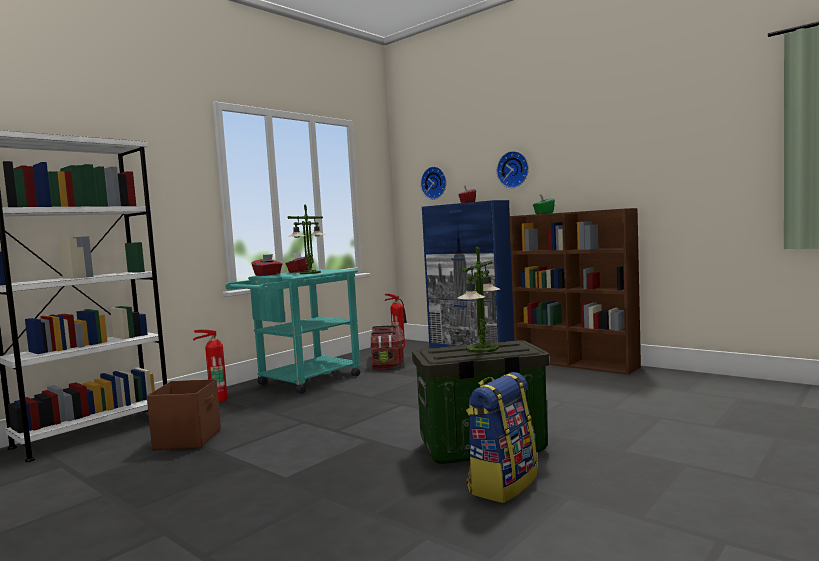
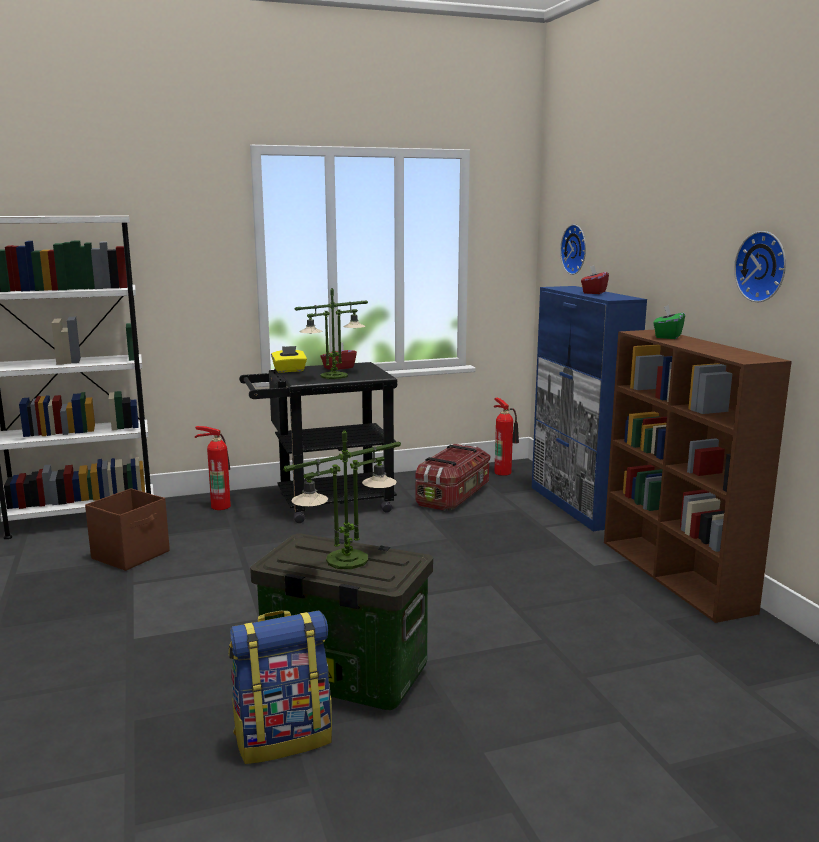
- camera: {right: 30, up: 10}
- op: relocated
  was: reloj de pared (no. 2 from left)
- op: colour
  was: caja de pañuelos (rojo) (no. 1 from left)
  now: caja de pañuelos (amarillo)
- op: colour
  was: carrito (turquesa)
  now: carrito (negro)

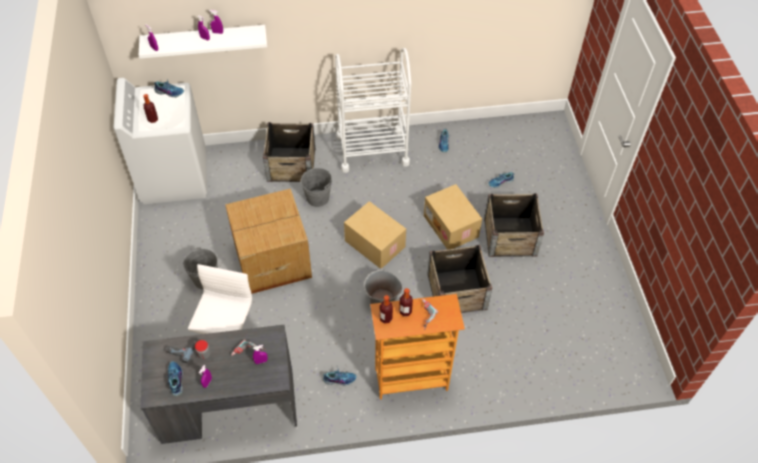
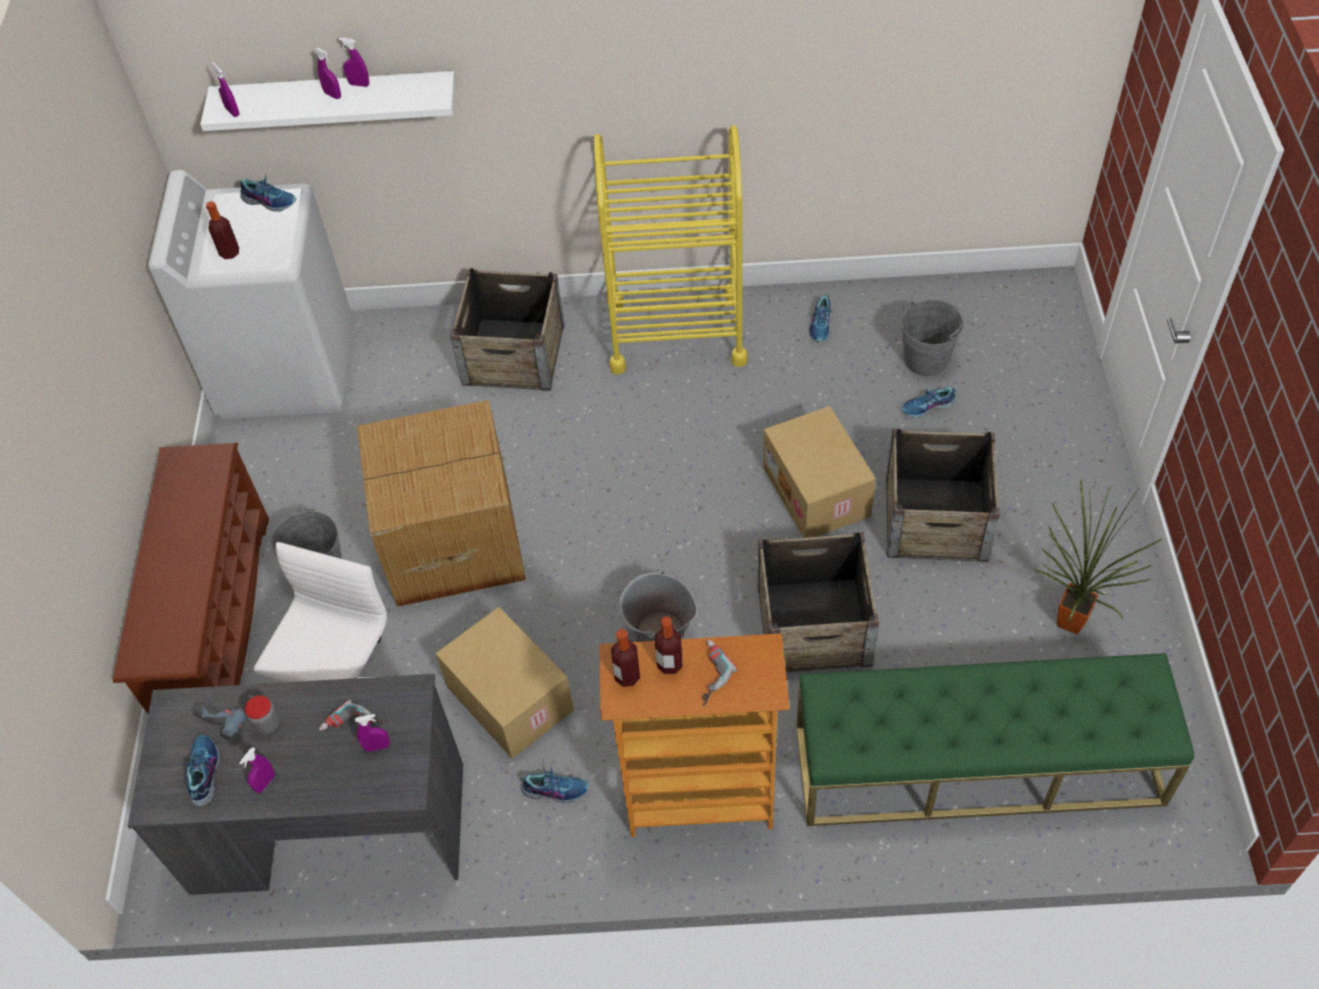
- camera: {right: 10, up: 0}
- op: colour
  was: carrito (blanco)
  now: carrito (amarillo)
- op: relocated
  was: cubo (gris) (no. 2 from left in the first image)
  now: cubo (gris) (no. 3 from left)
- op: relocated
  was: caja de cartón (no. 2 from left)
- op: appeared
  now: zapatero (marrón)
- op: appeared
  now: planta en maceta
- op: appeared
  now: banco (verde)

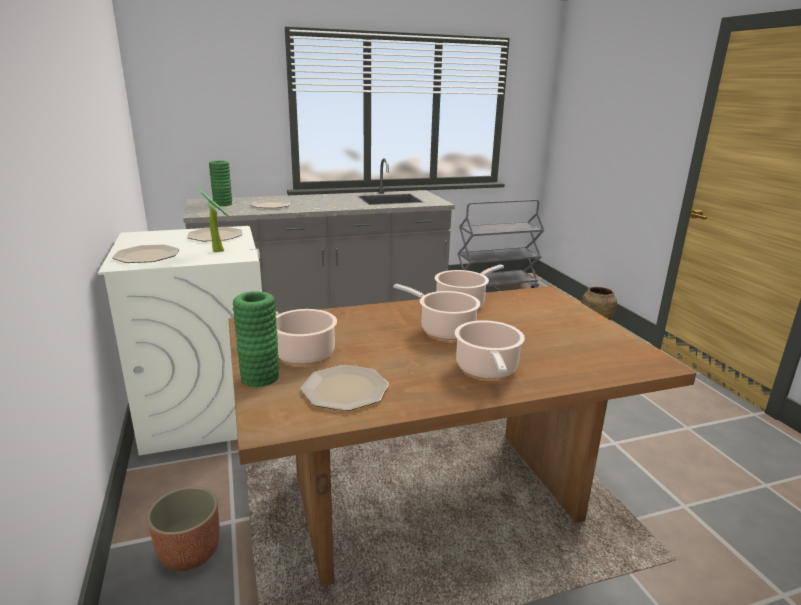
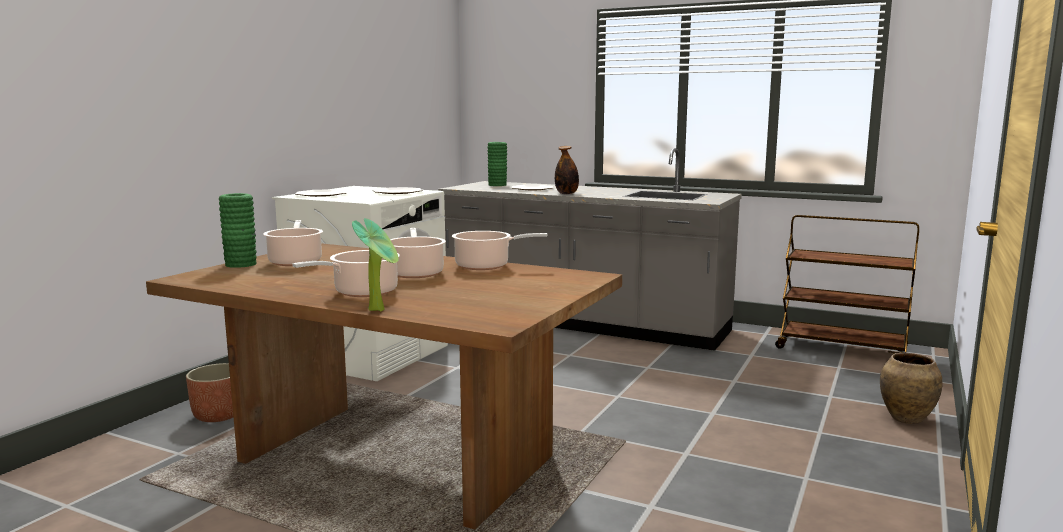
- camera: {right: 45, up: -10}
- op: relocated
  was: planta en maceta
- op: colour
  was: carrito (gris)
  now: carrito (marrón)
- op: missing
  was: plato (no. 4 from left)
- op: appeared
  now: botella

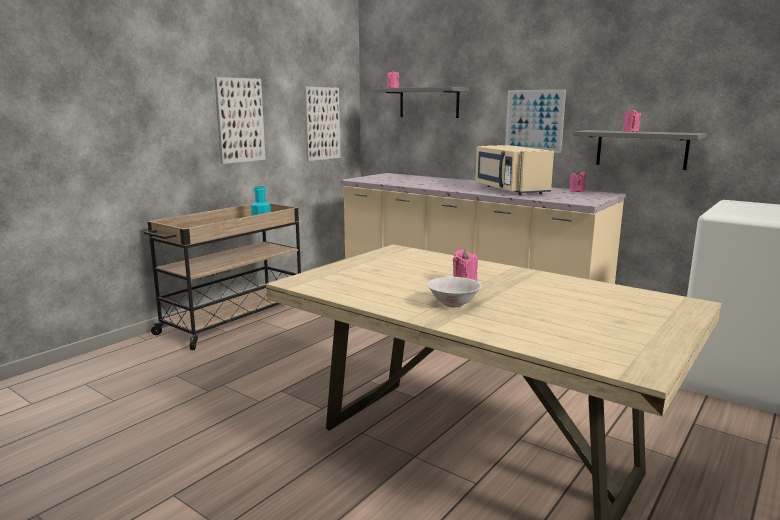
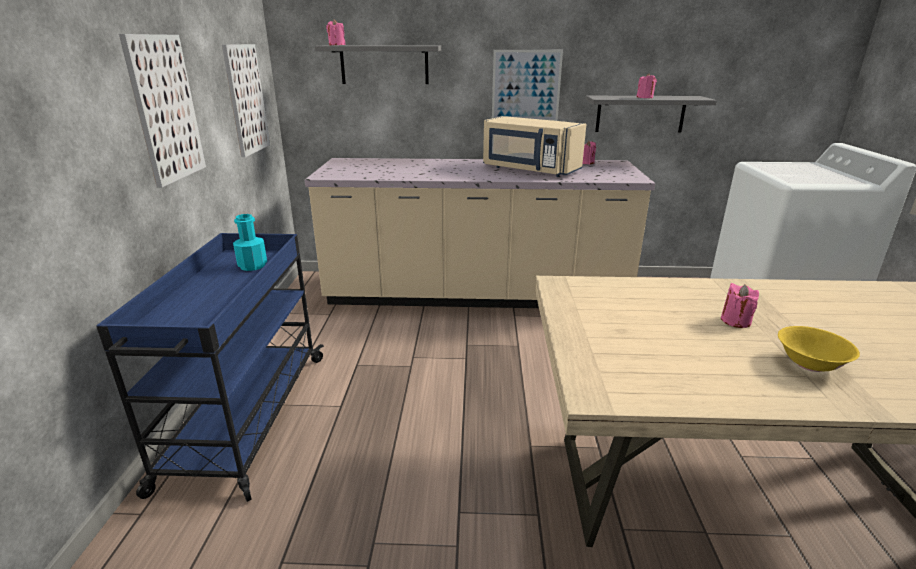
- camera: {right: -35, up: 10}
- op: colour
  was: carrito (beis)
  now: carrito (azul)
- op: colour
  was: cuenco (blanco)
  now: cuenco (amarillo)

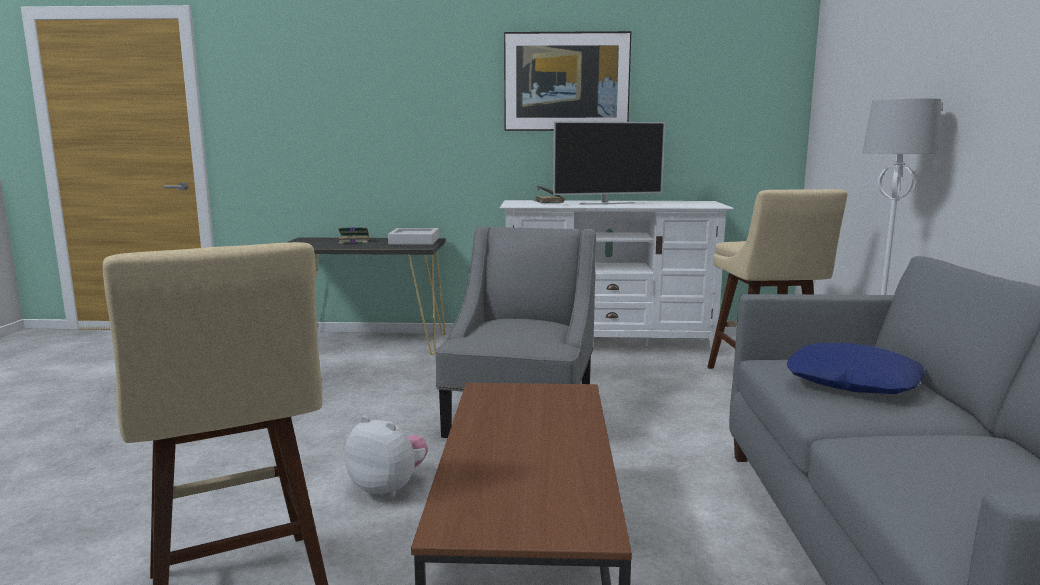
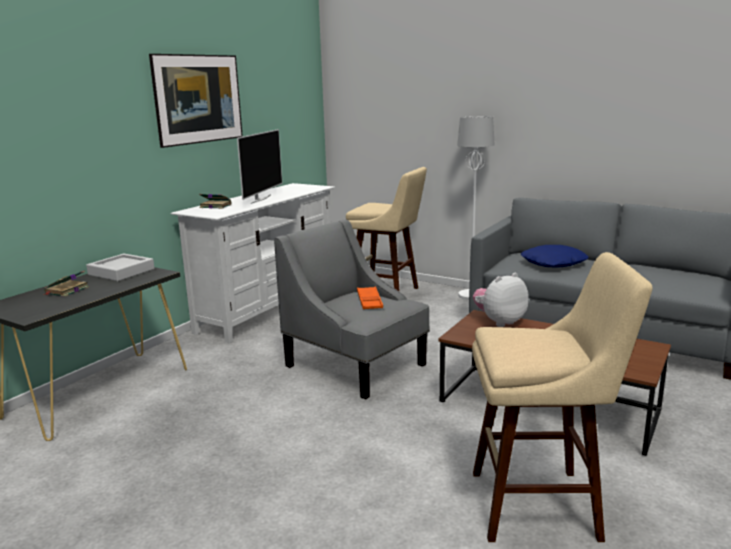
- camera: {right: -60, up: 5}
- op: relocated
  was: peluche
- op: appeared
  now: bandeja (naranja)

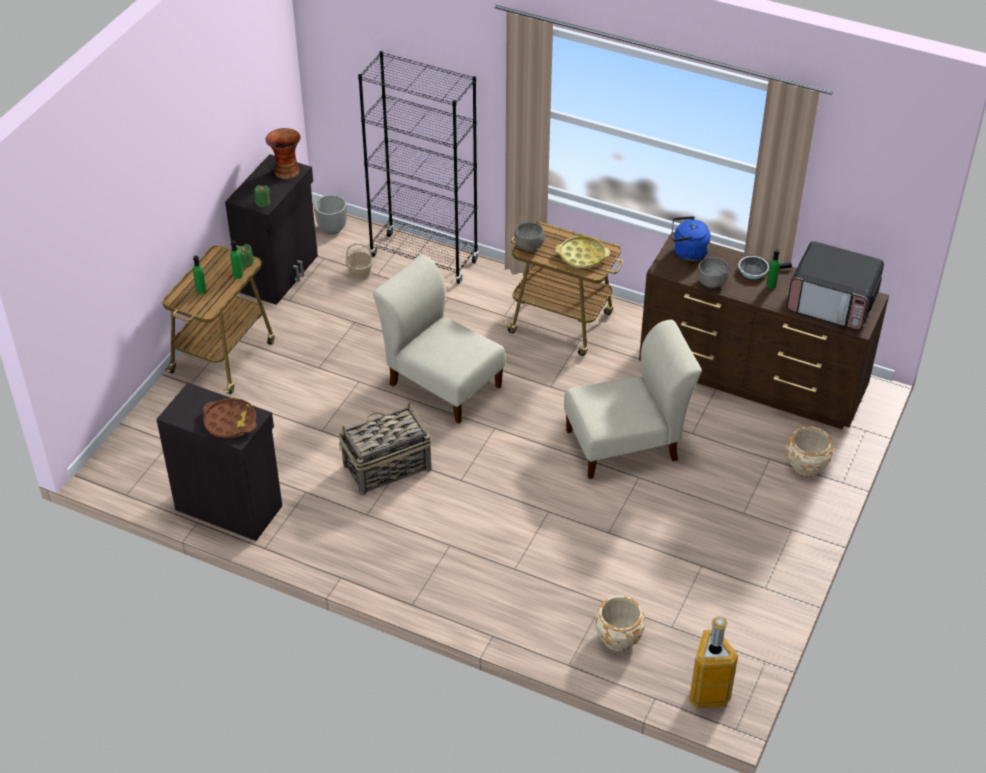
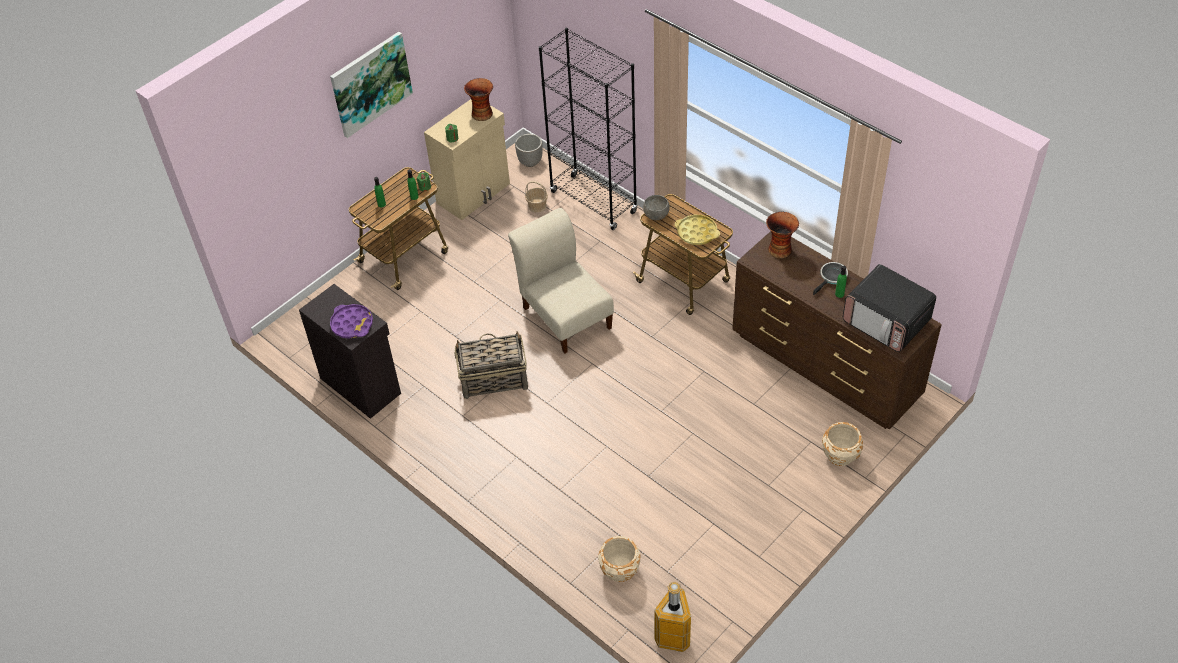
- camera: {right: 20, up: 5}
- op: colour
  was: armario (negro) (no. 2 from left)
  now: armario (beis)
- op: exchanged
  was: hervidor (azul)
  now: florero (no. 2 from left)
- op: spun
  was: sartén
  clockwise: 120
- op: missing
  was: cuenco (gris) (no. 2 from left)
- op: missing
  was: silla (beis) (no. 2 from left)
- op: colour
  was: bandeja (marrón)
  now: bandeja (morado)
- op: appeared
  now: cuadro

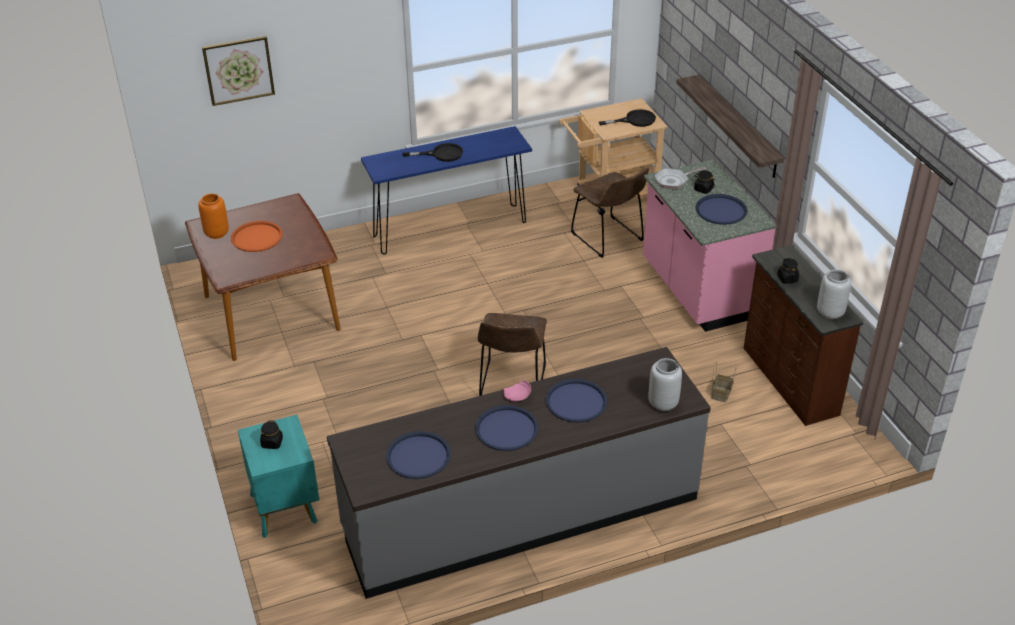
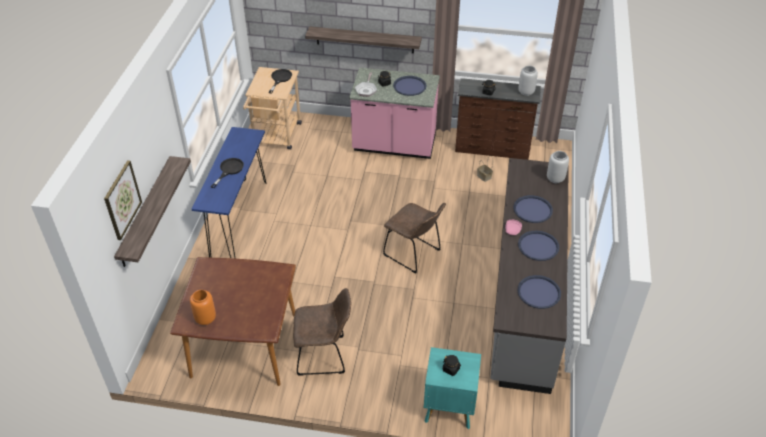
- camera: {right: -60, up: 5}
- op: relocated
  was: silla (marrón) (no. 2 from left in the first image)
  now: silla (marrón) (no. 1 from left)
- op: missing
  was: bandeja (naranja)
- op: appeared
  now: estante (no. 1 from left)

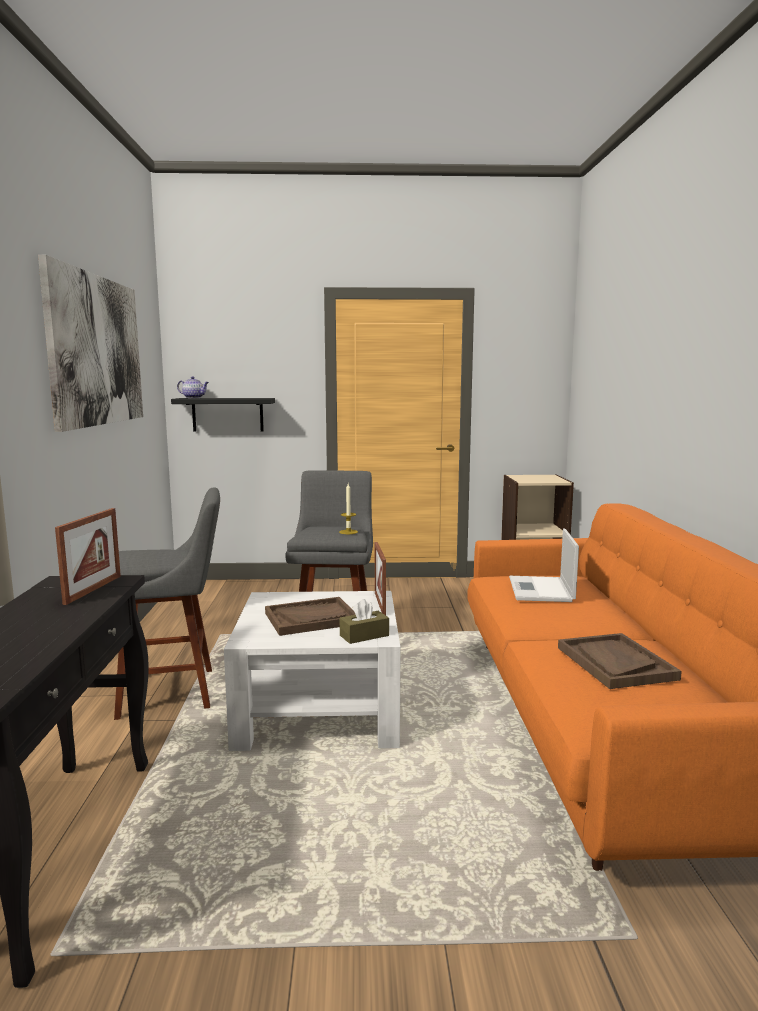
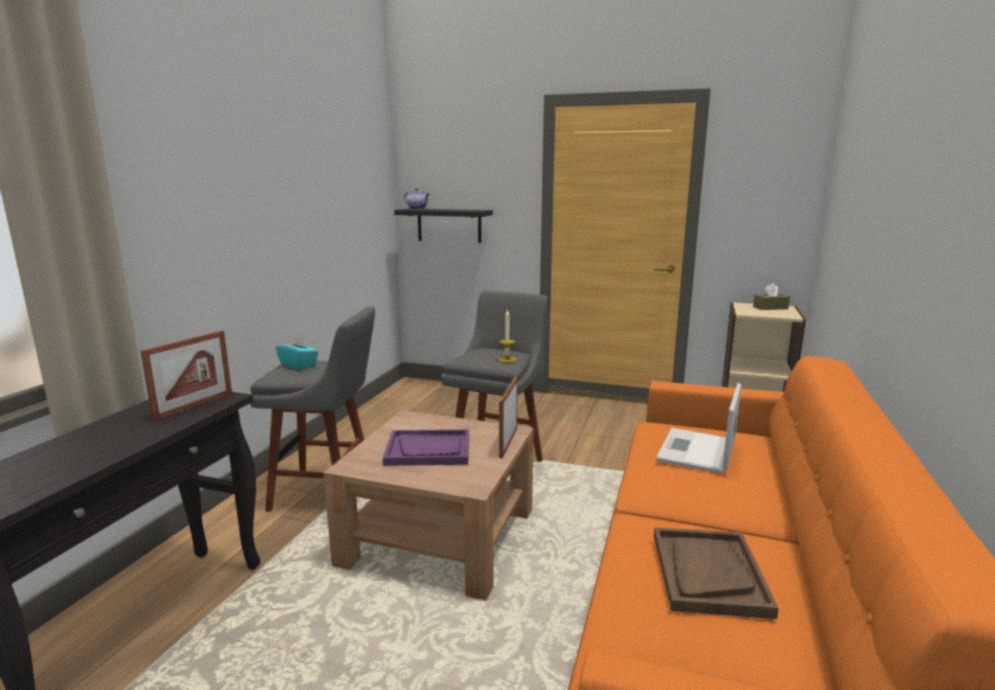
- camera: {right: 20, up: 5}
- op: missing
  was: cuadro
- op: colour
  was: mesa de centro (blanco)
  now: mesa de centro (marrón)
- op: colour
  was: bandeja (marrón) (no. 1 from left)
  now: bandeja (morado)
- op: relocated
  was: caja de pañuelos (marrón)
- op: appeared
  now: caja de pañuelos (turquesa)

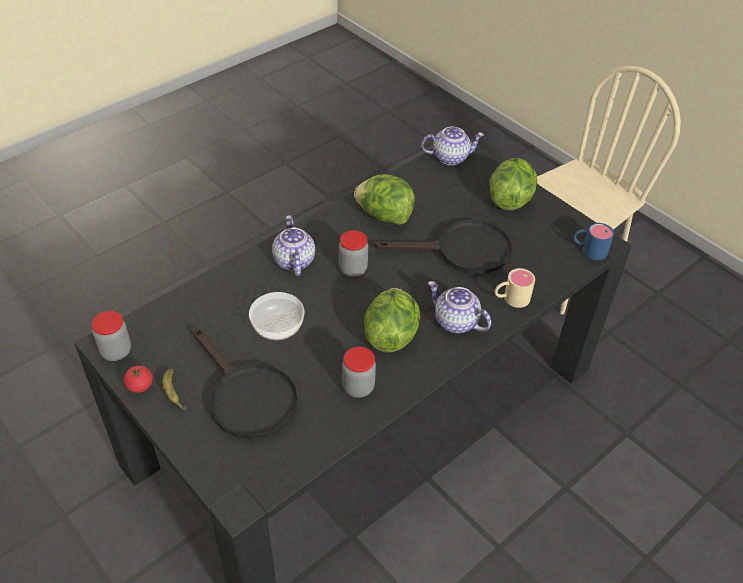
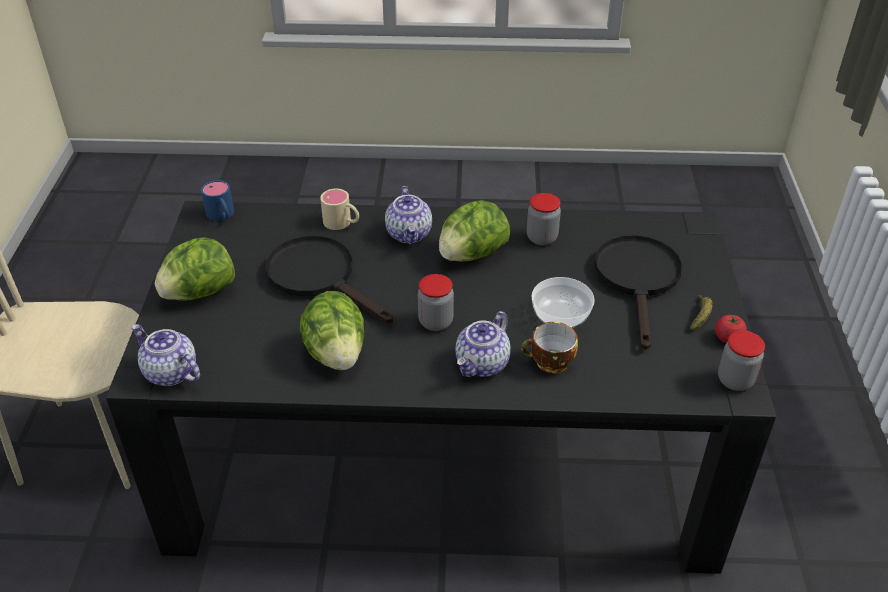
- camera: {right: -135, up: -5}
- op: appeared
  now: taza

